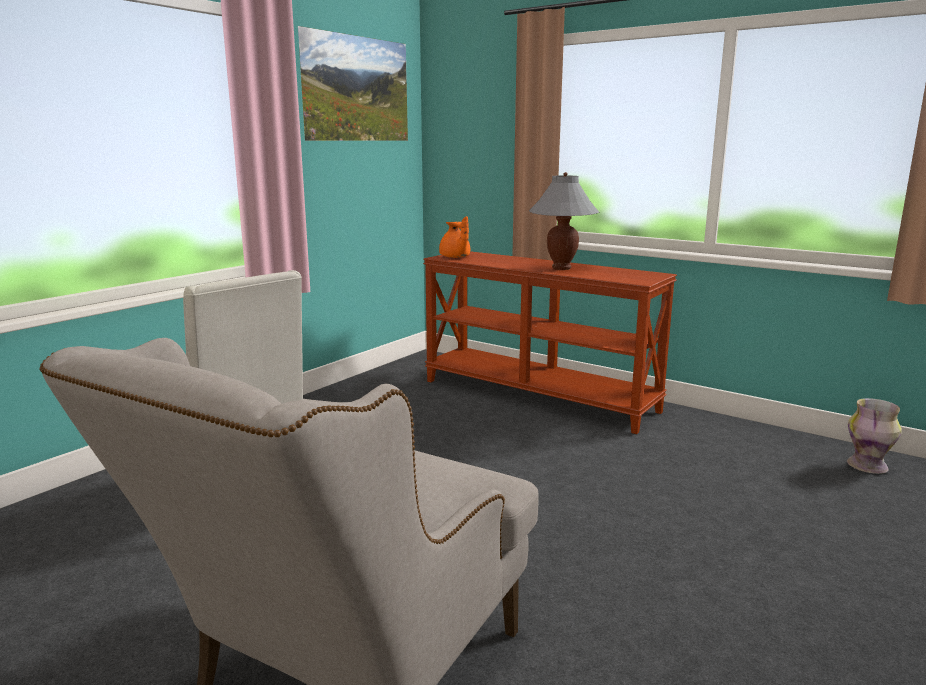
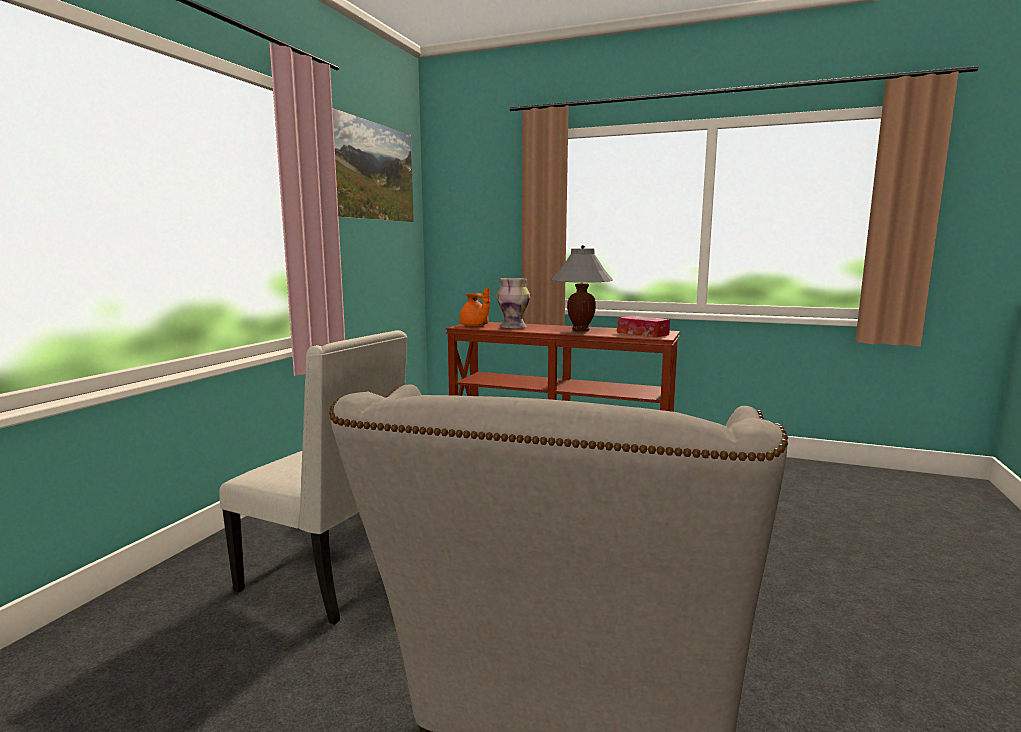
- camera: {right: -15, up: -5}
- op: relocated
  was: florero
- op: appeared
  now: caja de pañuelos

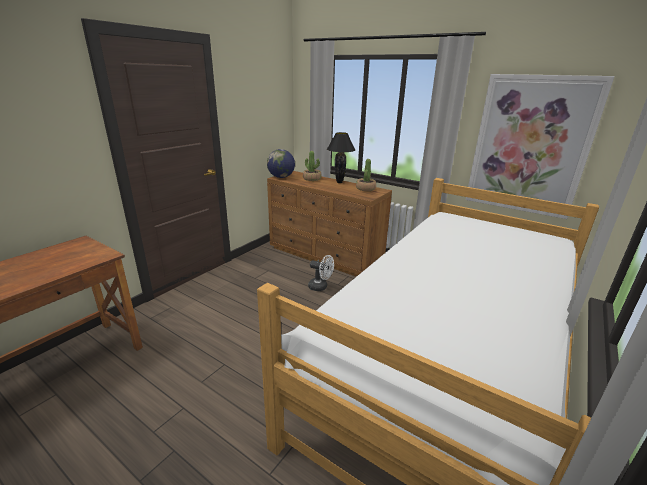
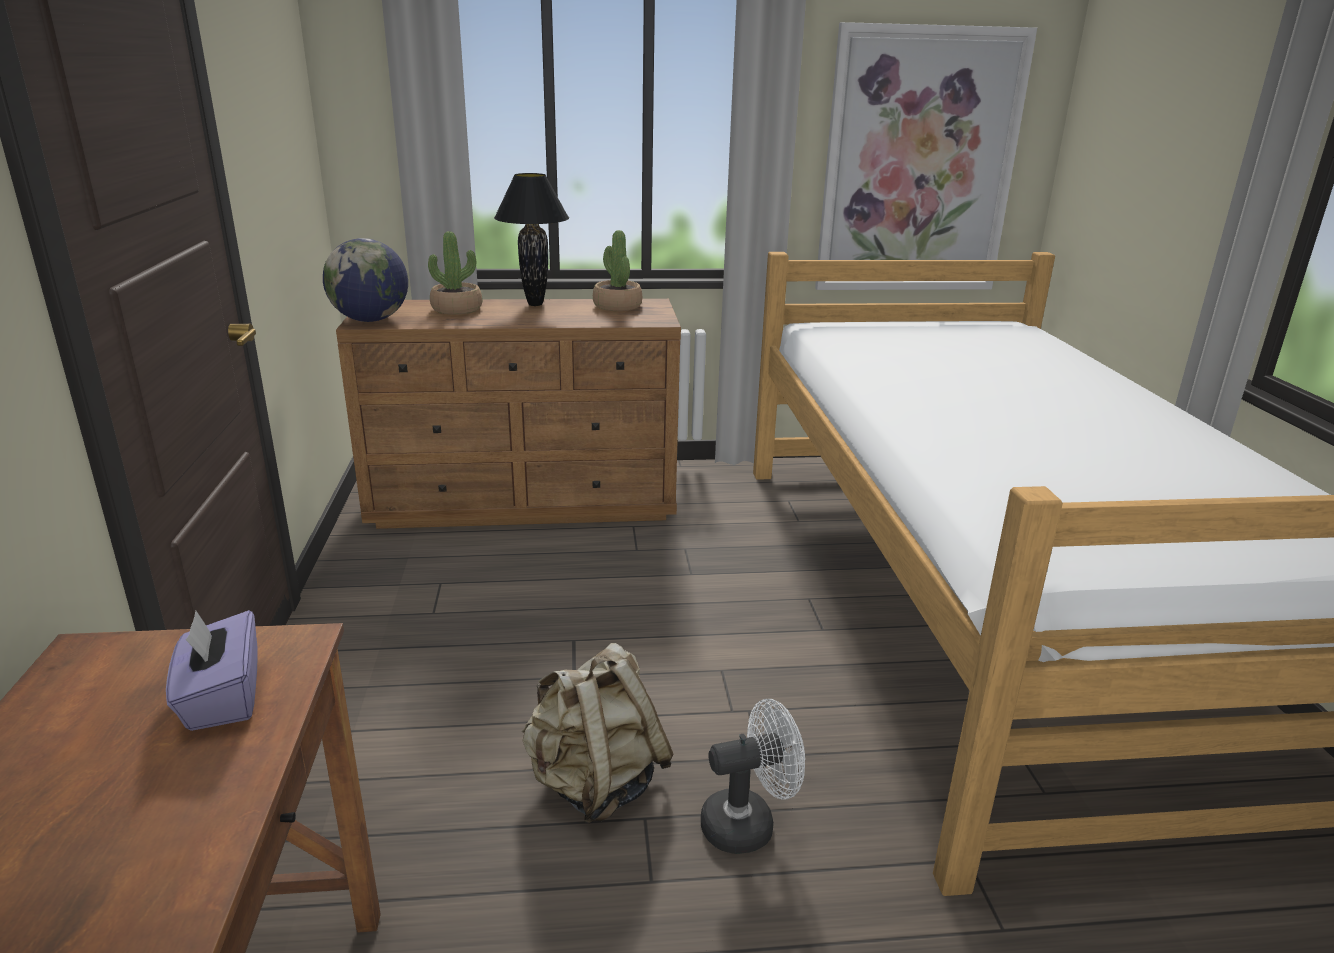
- camera: {right: -40, up: 0}
- op: relocated
  was: ventilador (blanco)
- op: appeared
  now: caja de pañuelos (morado)
- op: appeared
  now: mochila (beis)

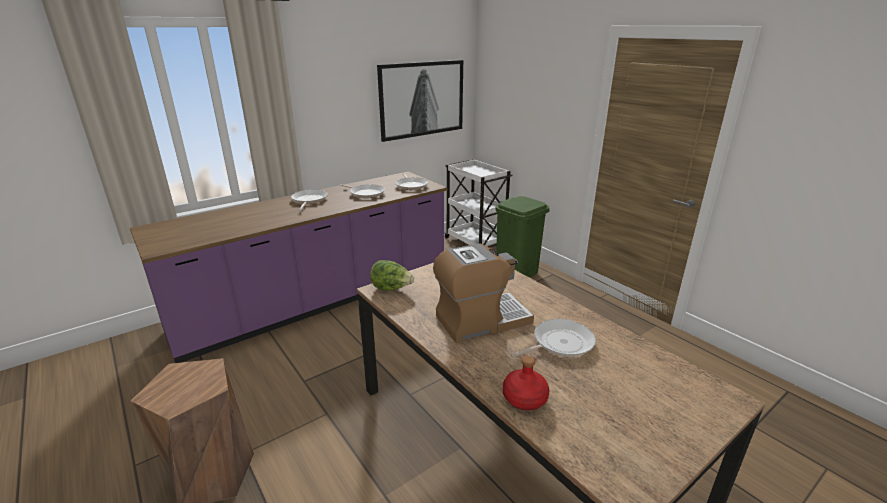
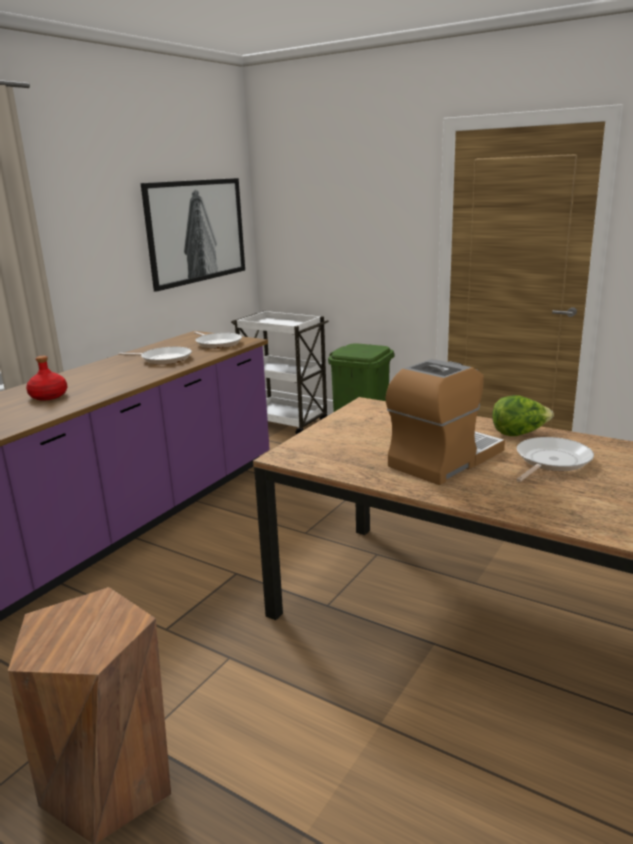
- camera: {right: -20, up: -5}
- op: missing
  was: sartén (no. 1 from left)
- op: relocated
  was: lechuga
- op: relocated
  was: botella (rojo)

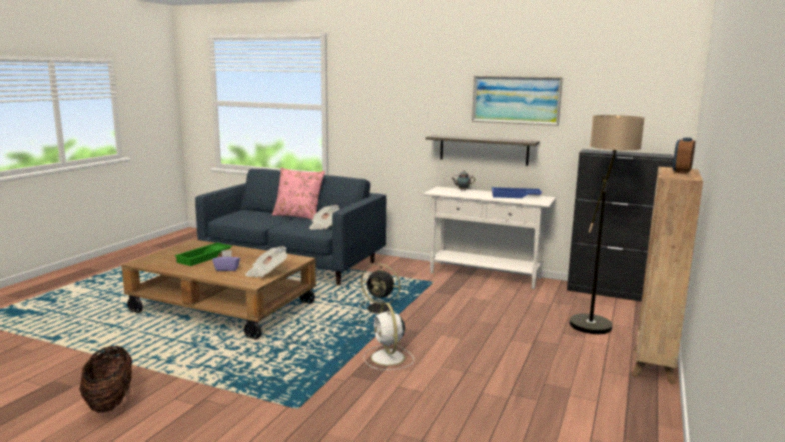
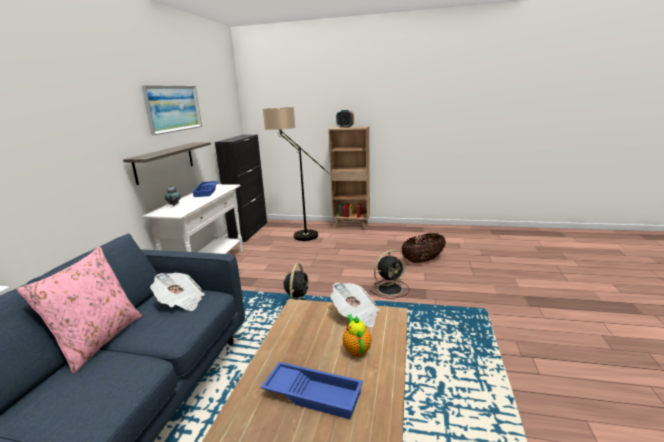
- camera: {right: -100, up: 5}
- op: colour
  was: bandeja (verde)
  now: bandeja (azul) (no. 2 from left)
- op: exchanged
  was: caja de pañuelos (morado)
  now: tetera (no. 2 from left)
- op: colour
  was: ventilador (blanco)
  now: ventilador (negro) (no. 2 from left)
- op: relocated
  was: cesta

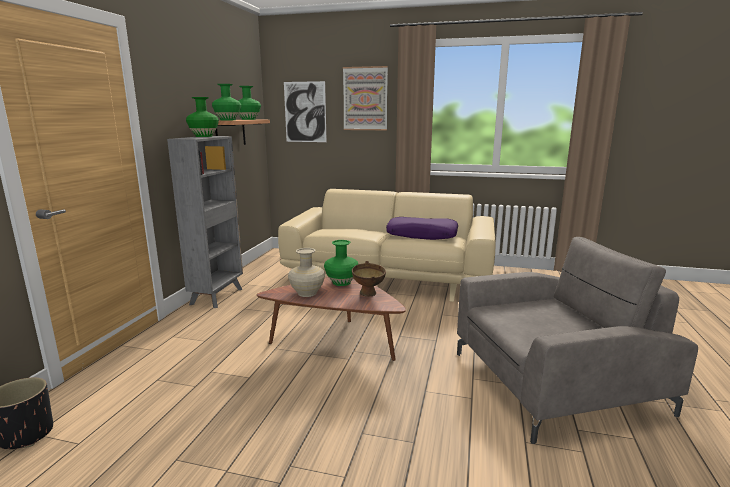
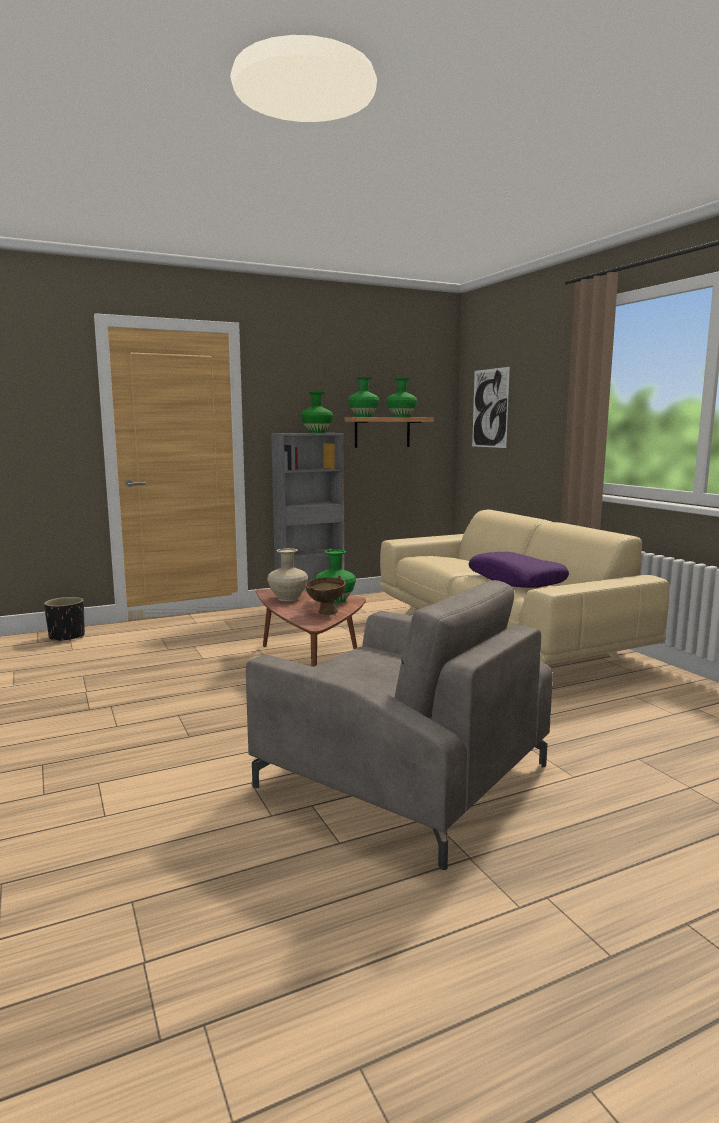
- camera: {right: 50, up: -5}
- op: missing
  was: cuadro (no. 2 from left)

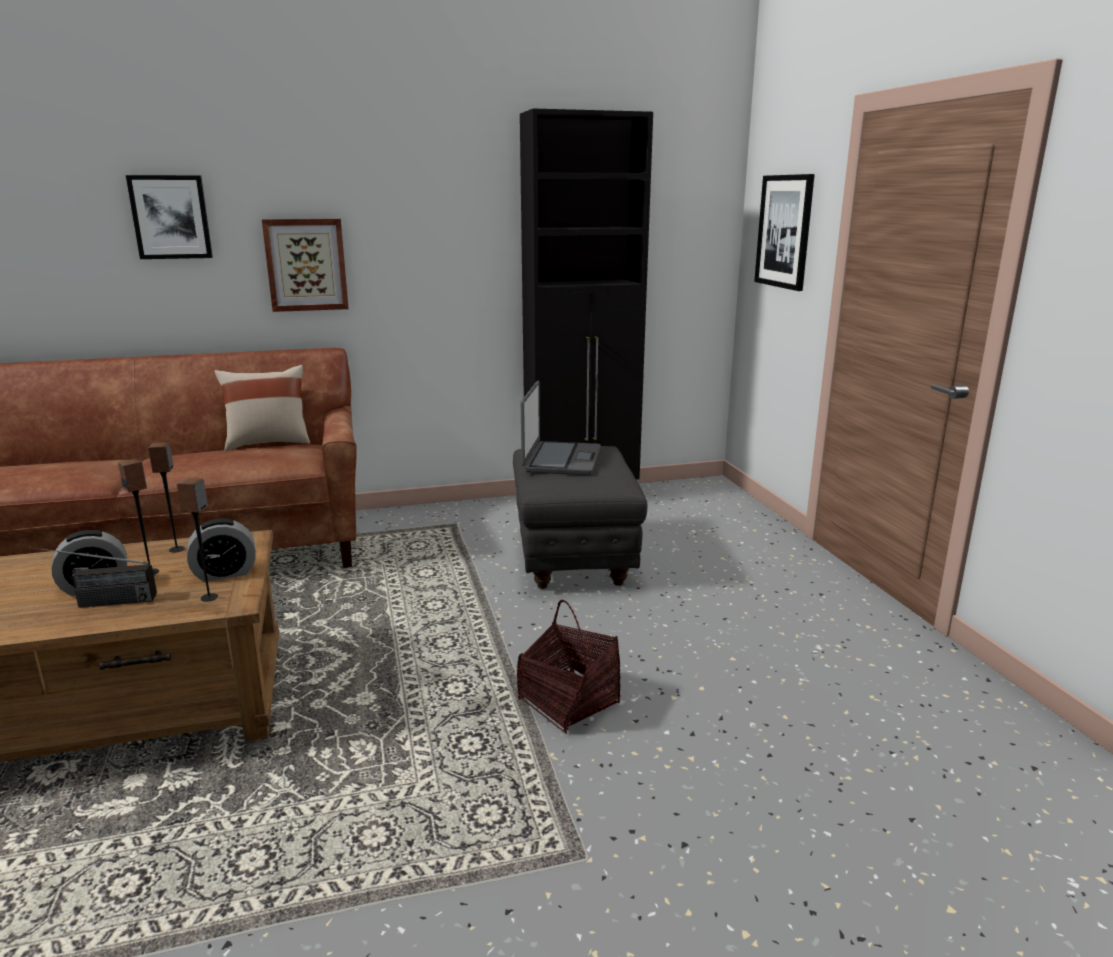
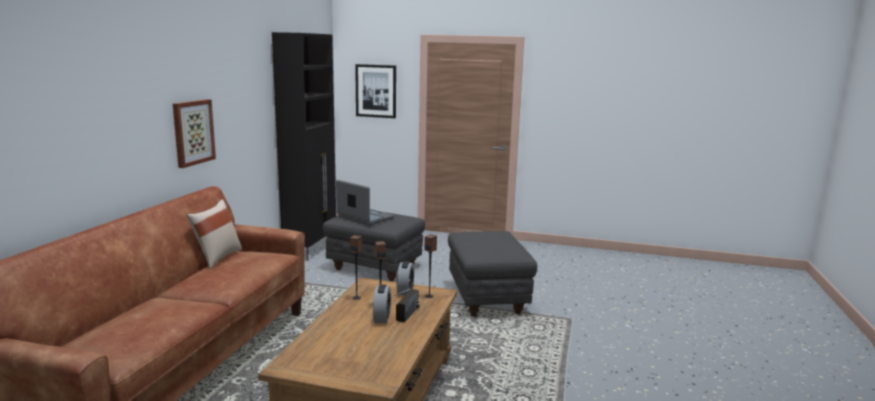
- camera: {right: -60, up: -5}
- op: missing
  was: cuadro (no. 1 from left)
- op: exchanged
  was: cesta
  now: puf (gris) (no. 2 from left)

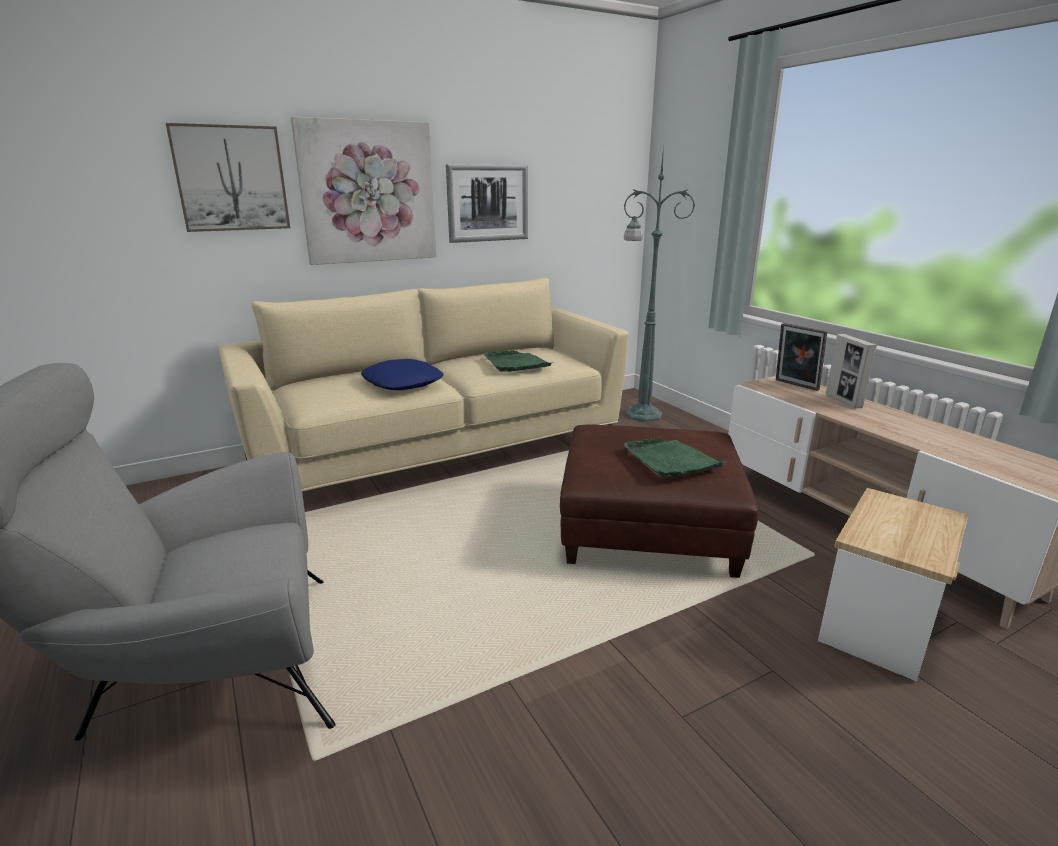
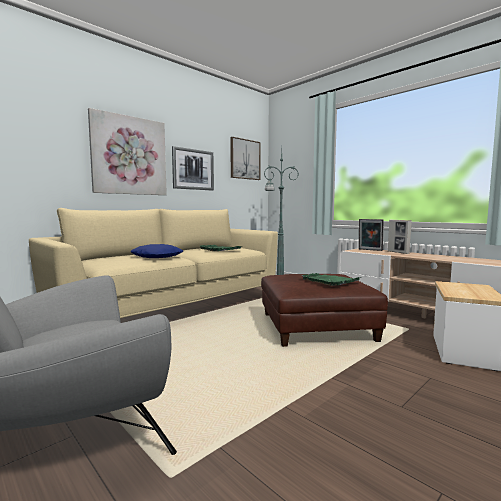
- camera: {right: -15, up: -15}
- op: relocated
  was: cuadro (no. 1 from left in the first image)
  now: cuadro (no. 3 from left)

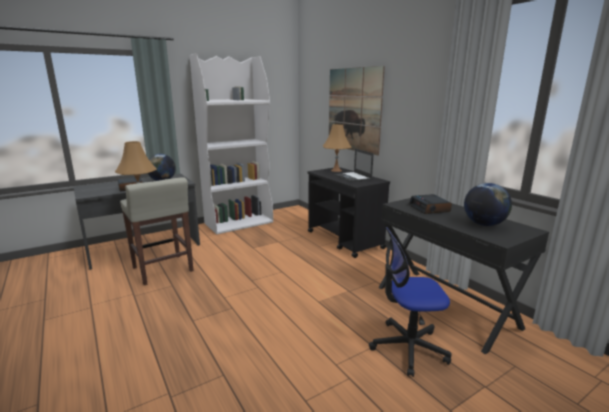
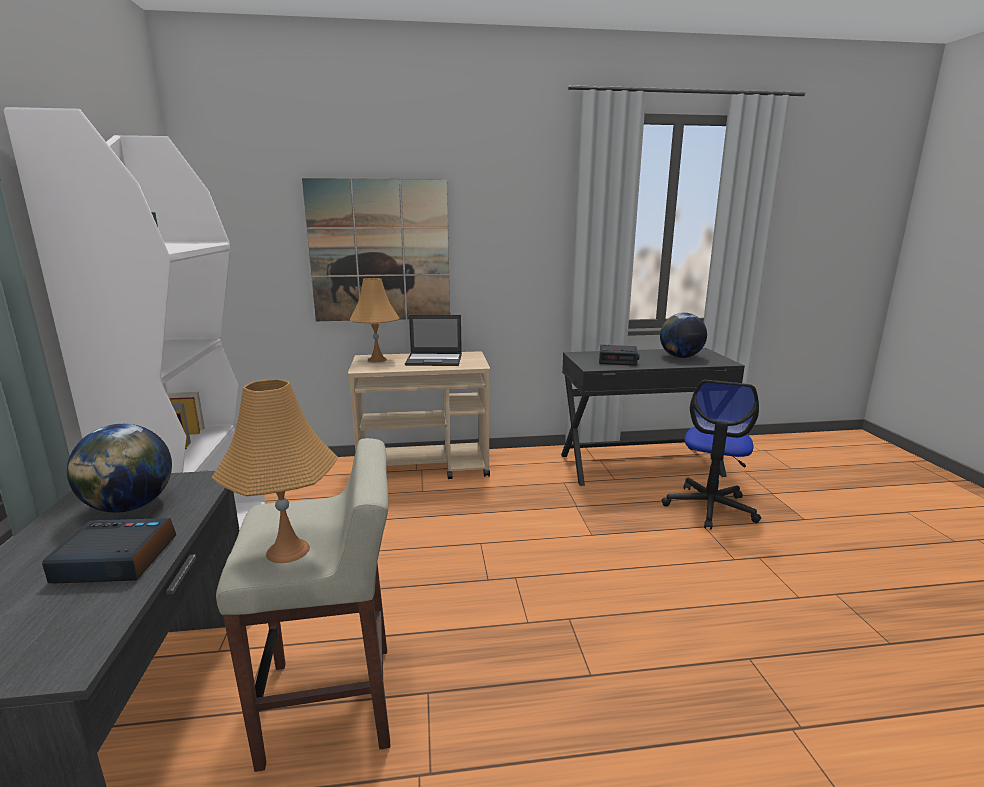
- camera: {right: -65, up: 0}
- op: colour
  was: carrito (negro)
  now: carrito (beis)

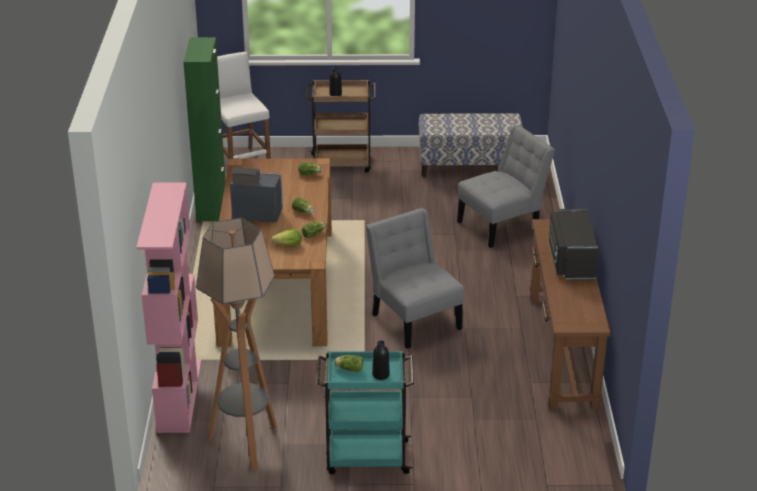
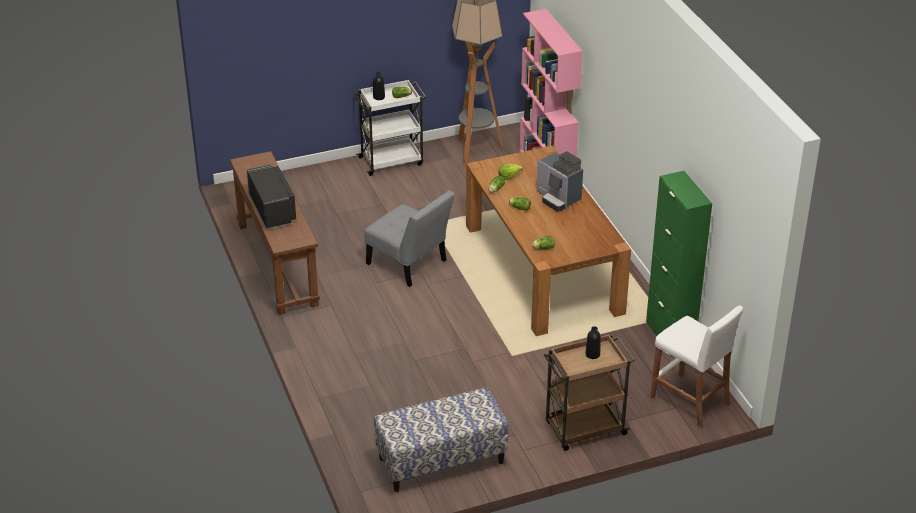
- camera: {right: 160, up: 5}
- op: missing
  was: silla (gris) (no. 2 from left)
- op: spun
  was: cafetera
  clockwise: 60
- op: colour
  was: carrito (turquesa)
  now: carrito (blanco)

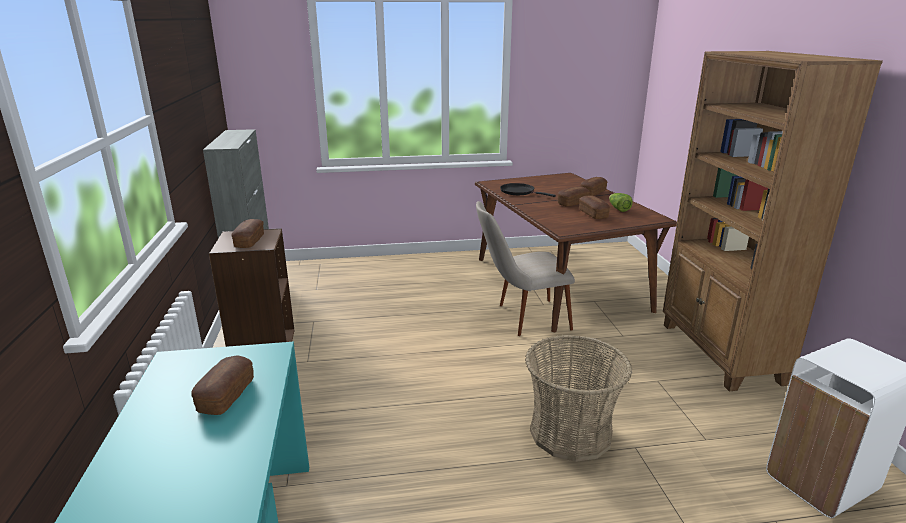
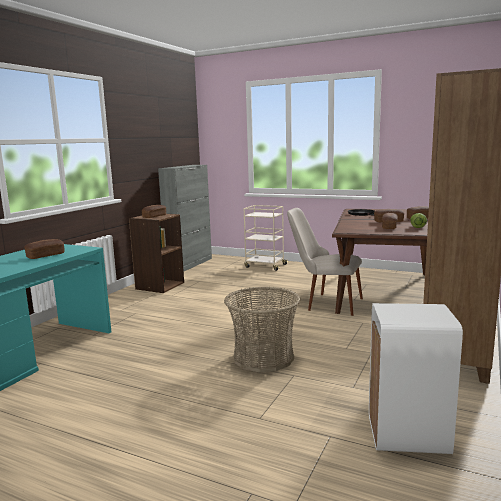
- camera: {right: 35, up: -10}
- op: appeared
  now: carrito (beis)

